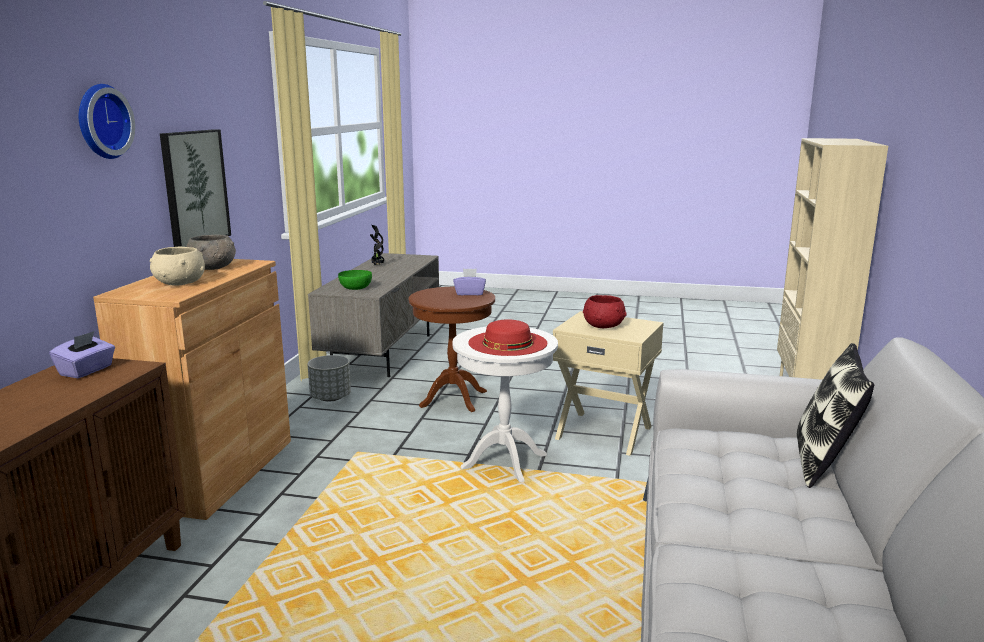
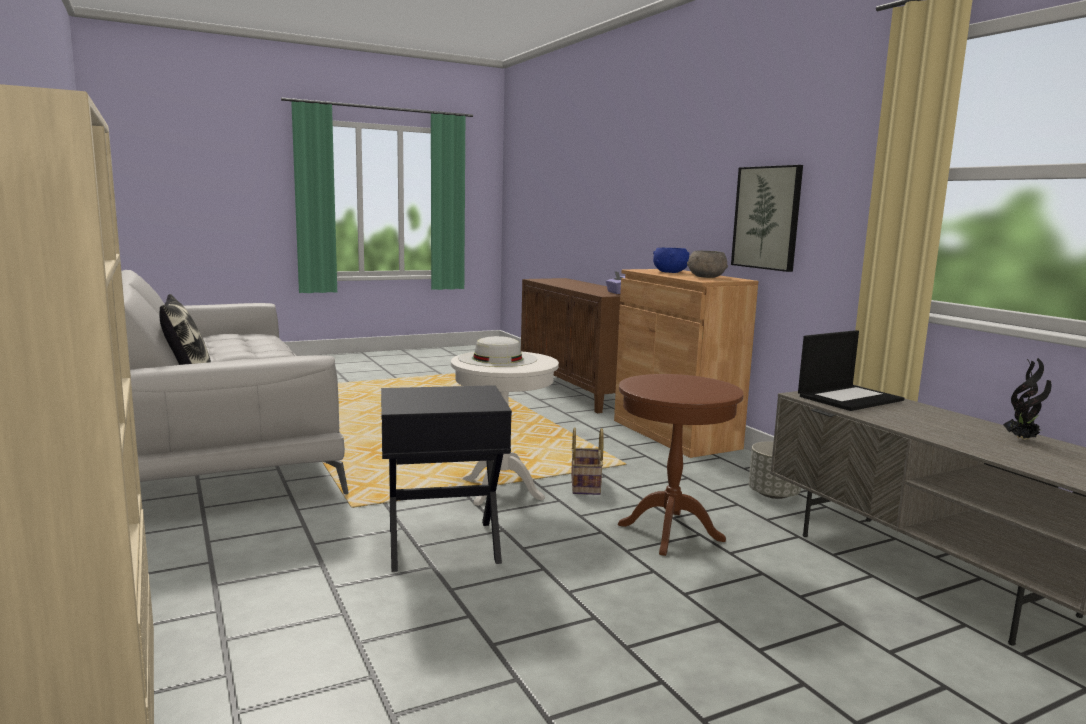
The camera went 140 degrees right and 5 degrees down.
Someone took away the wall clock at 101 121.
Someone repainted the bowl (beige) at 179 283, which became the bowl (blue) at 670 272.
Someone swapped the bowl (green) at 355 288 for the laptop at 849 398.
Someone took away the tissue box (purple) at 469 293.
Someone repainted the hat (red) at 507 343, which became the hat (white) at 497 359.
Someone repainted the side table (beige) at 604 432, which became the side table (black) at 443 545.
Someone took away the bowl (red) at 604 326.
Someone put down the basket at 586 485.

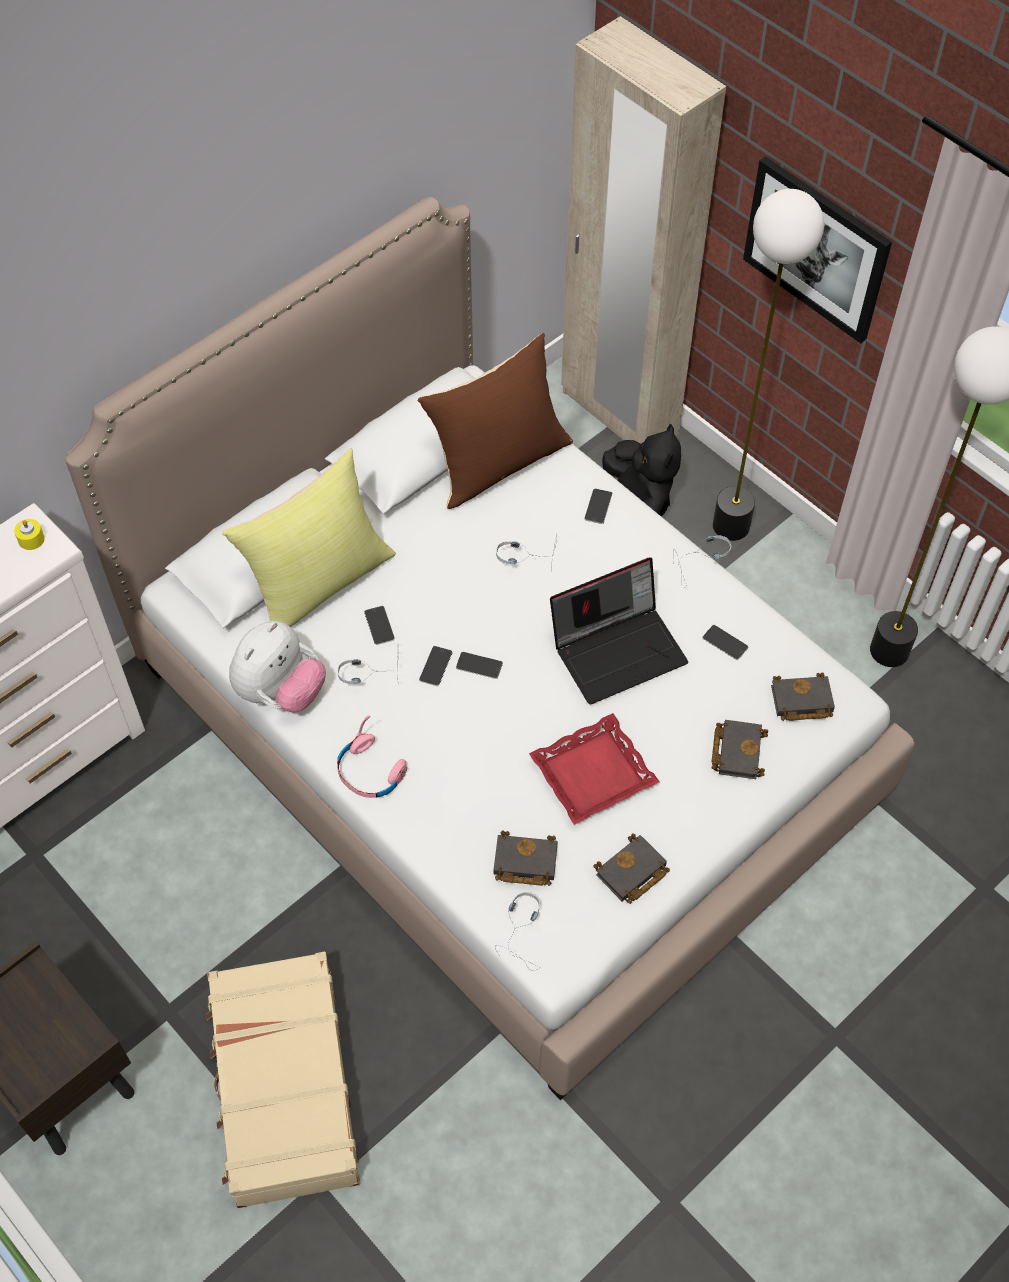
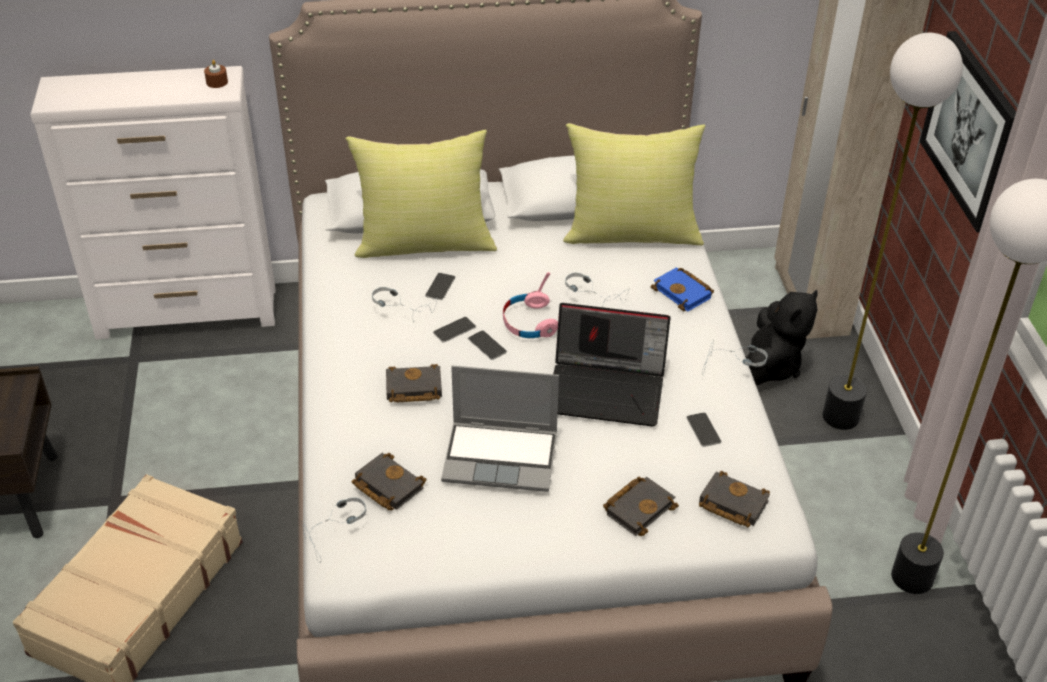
The camera went 35 degrees right and 15 degrees down.
Someone repainted the candle (yellow) at 31 539, which became the candle (brown) at 217 82.
Someone took away the plush toy at 280 691.
Someone carried the headphones (pink) from 370 772 to 529 323.
Someone repainted the pillow (brown) at 499 462, which became the pillow (yellow) at 632 232.
Someone swapped the tray (red) at 593 773 for the laptop at 502 457.
Someone swapped the phone at 598 506 for the book (blue) at 684 293.
Someone carried the book (black) from 631 874 to 412 389.

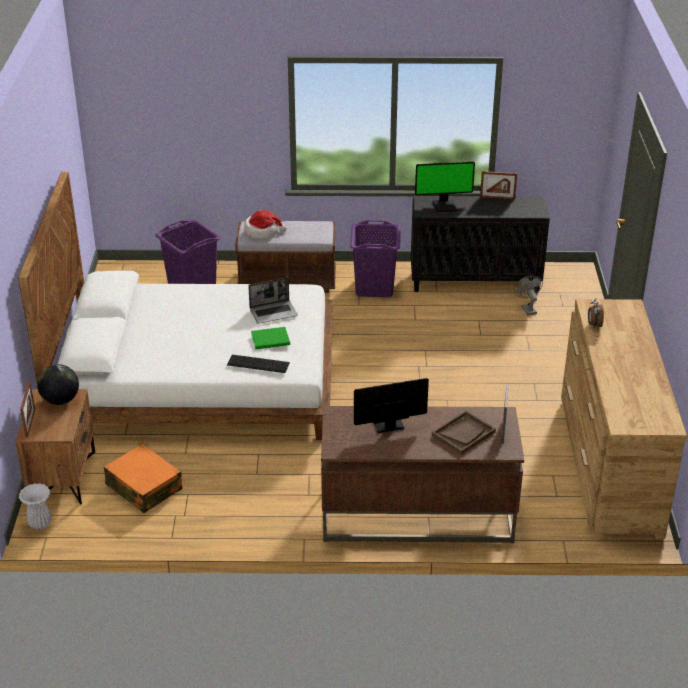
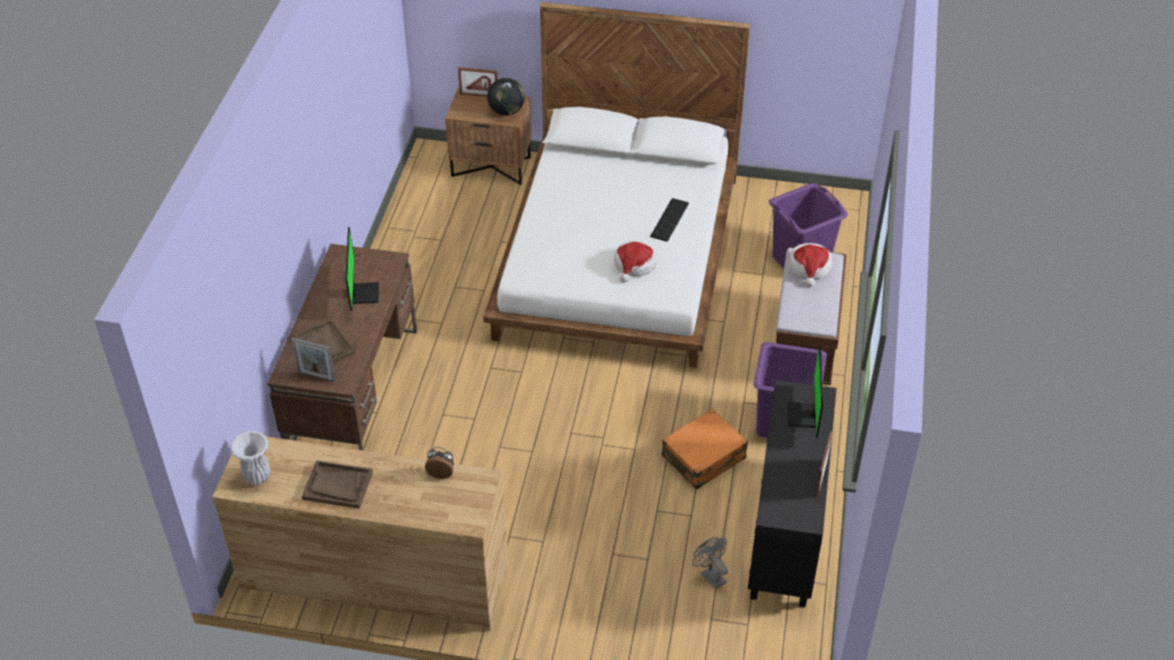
The camera went 100 degrees right and 10 degrees up.
Someone carried the vase (white) from 40 524 to 256 476.
Someone carried the suitcase (orange) from 144 487 to 704 457.
Someone carried the keyboard from 258 363 to 671 219.
Someone swapped the laptop at 274 312 for the hat at 634 265.
Someone took away the book (green) at 271 340.
Someone rotated the fan (grey) at 527 308 by 120 degrees counterclockwise.
Someone put down the tray (brown) at 337 486.

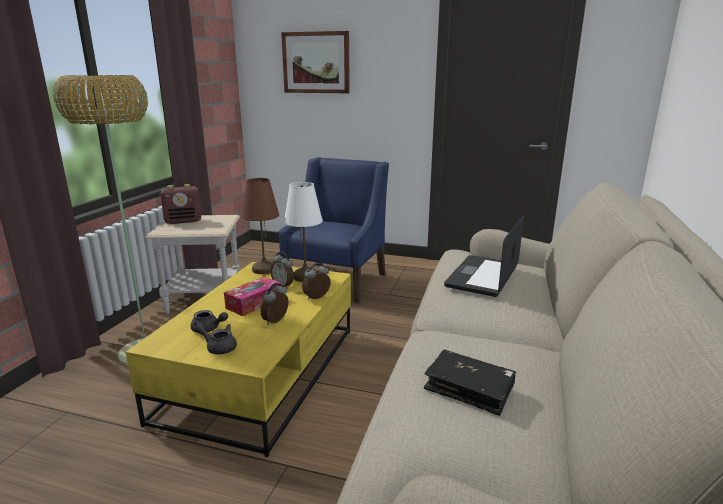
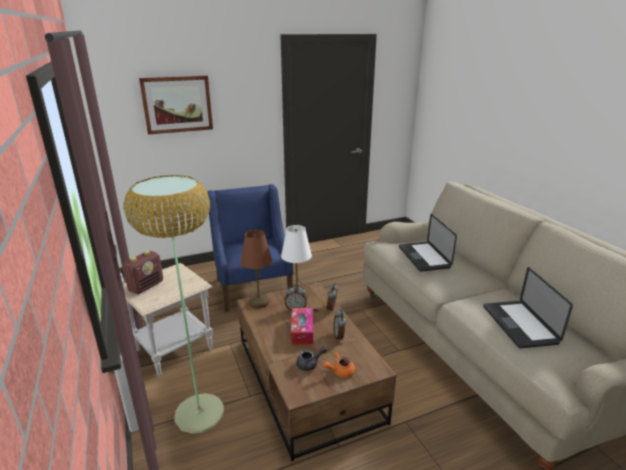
The camera went 40 degrees left and 5 degrees up.
Someone repainted the coffee table (yellow) at 261 373, which became the coffee table (brown) at 308 380.
Someone repainted the teapot (grey) at 218 347, which became the teapot (orange) at 340 371.
Someone swapped the book (black) at 469 389 for the laptop at 519 324.

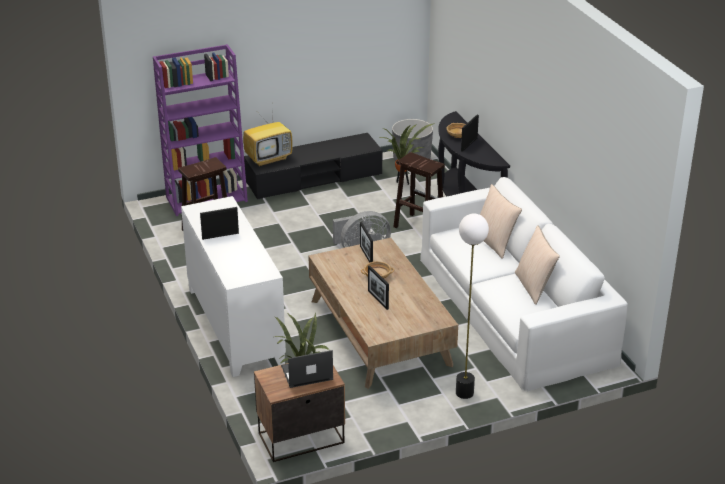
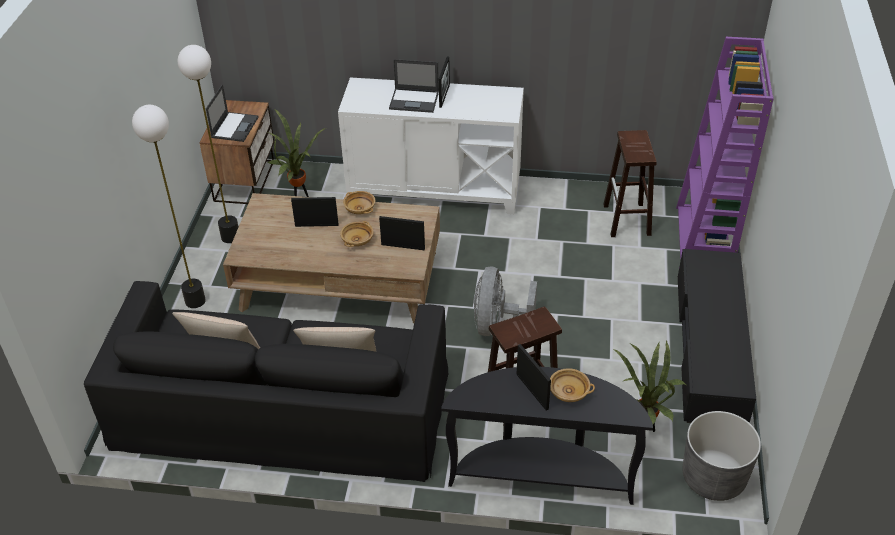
The camera went 120 degrees right and 10 degrees up.
Someone took away the television at 269 158.
Someone repainted the sofa (white) at 515 309, which became the sofa (black) at 281 409.
Someone put down the floor lamp at 230 236.
Someone put down the bowl (beige) at 360 209.
Someone put down the laptop at 415 100.

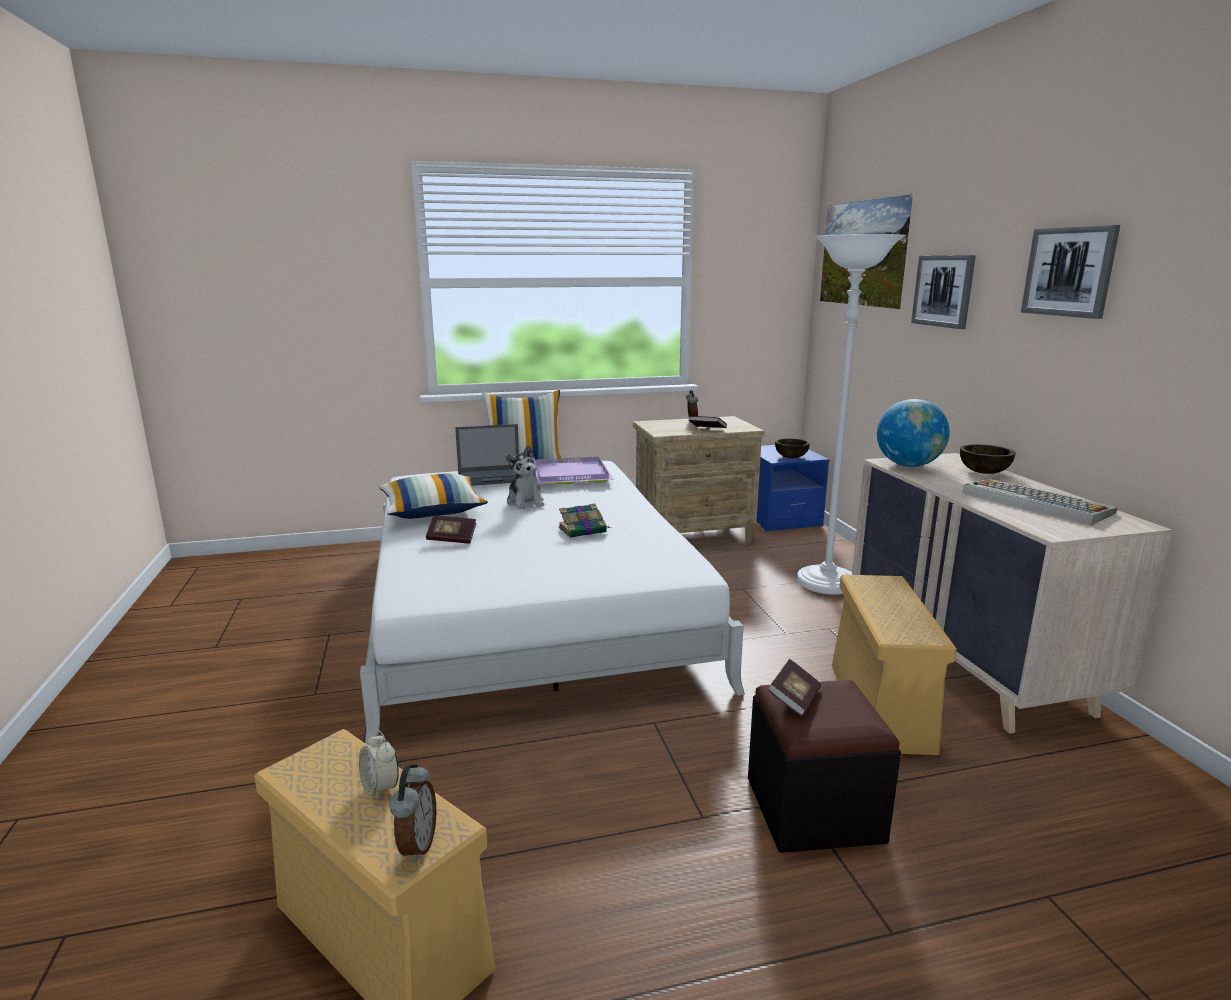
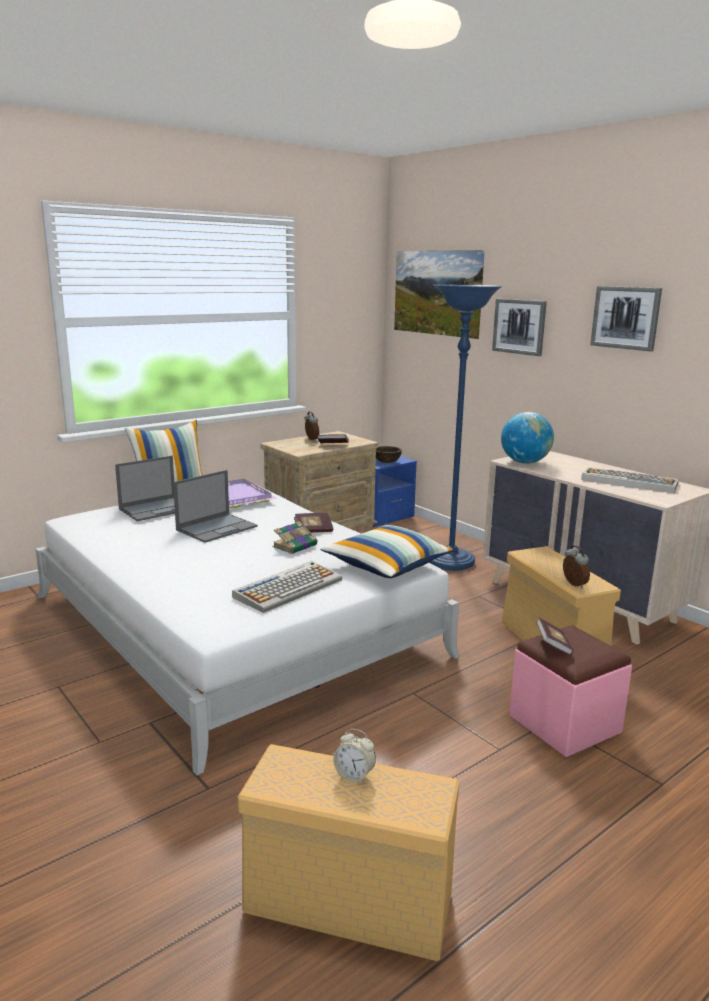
The camera went 25 degrees left and 0 degrees up.
Someone carried the pillow from 433 511 to 386 566.
Someone carried the alarm clock from 416 845 to 573 585.
Someone carried the book from 452 539 to 313 530.
Someone swapped the plush toy at 525 502 for the laptop at 217 528.
Someone repainted the ottoman (black) at 814 810, which became the ottoman (pink) at 564 724.
Someone repainted the floor lamp (white) at 826 583, which became the floor lamp (blue) at 451 562.
Someone took away the bowl (brown) at 984 472.
Someone put down the keyboard at 289 588.

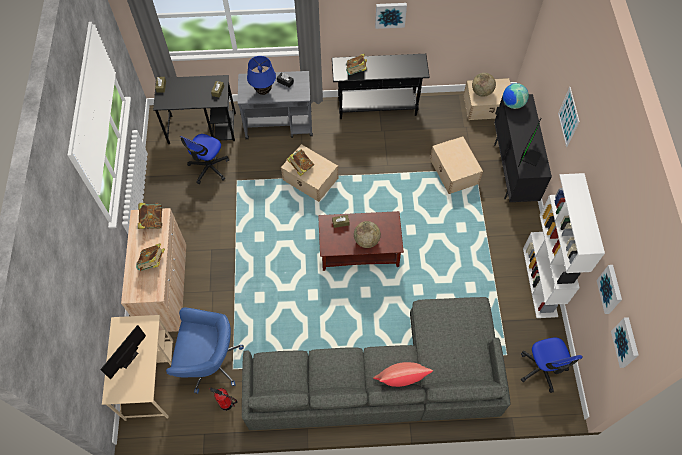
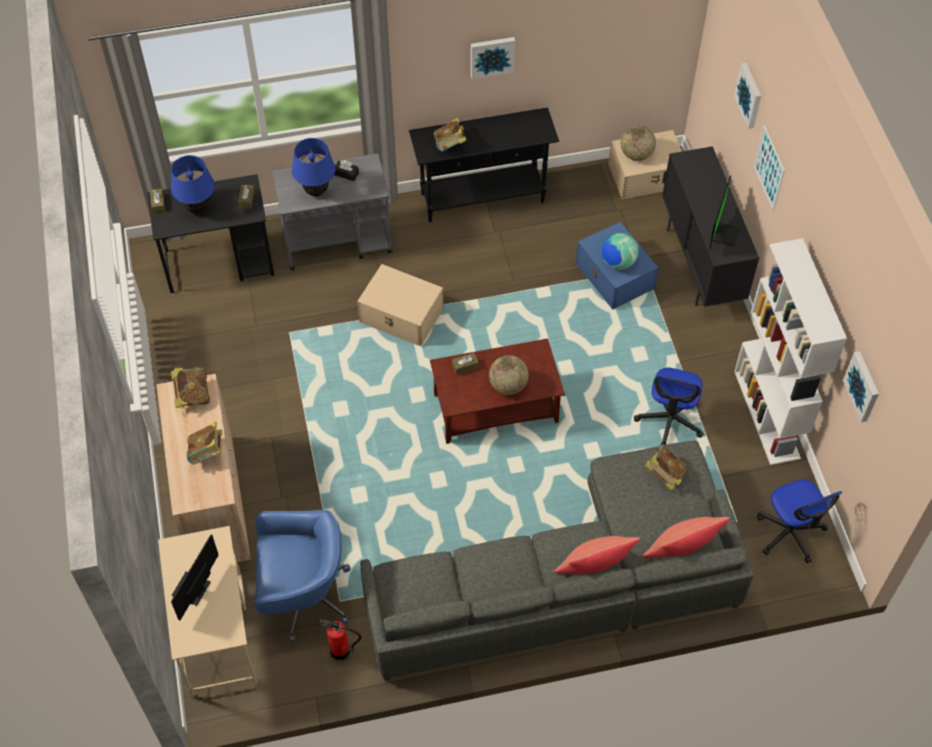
The camera went 10 degrees left and 5 degrees down.
Someone carried the office chair from 209 168 to 669 420.
Someone carried the book from 301 167 to 664 474.
Someone repainted the storage box (beige) at 454 172, which became the storage box (blue) at 614 277.
Someone carried the globe from 512 104 to 618 262.
Someone carried the picture from 626 342 to 750 95.
Someone put down the table lamp (blue) at 197 208.
Someone put down the pillow (red) at 681 551.

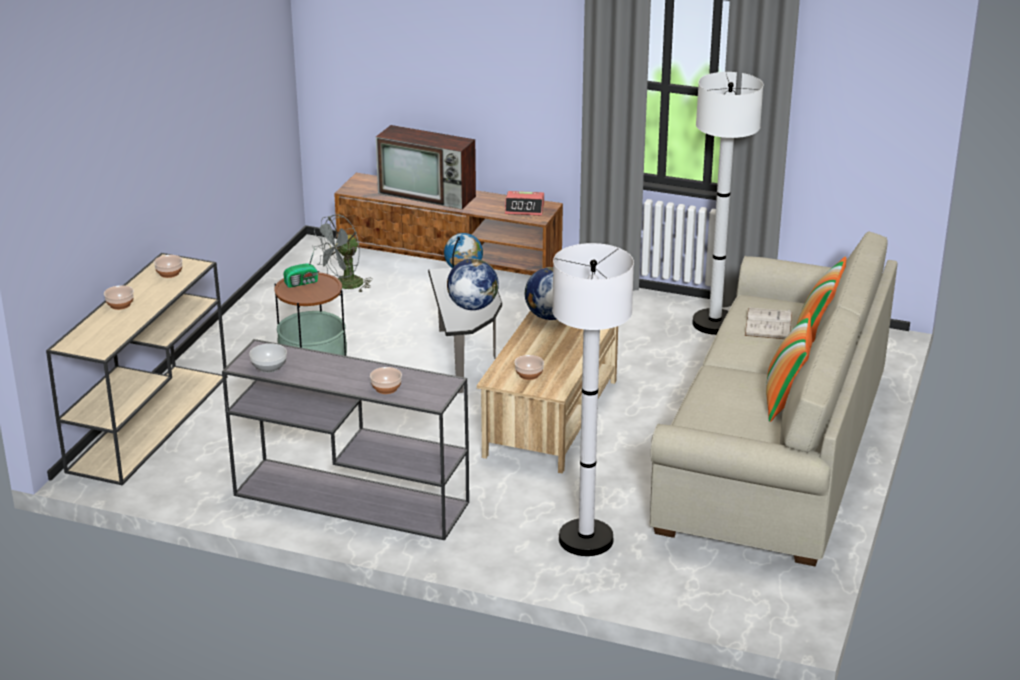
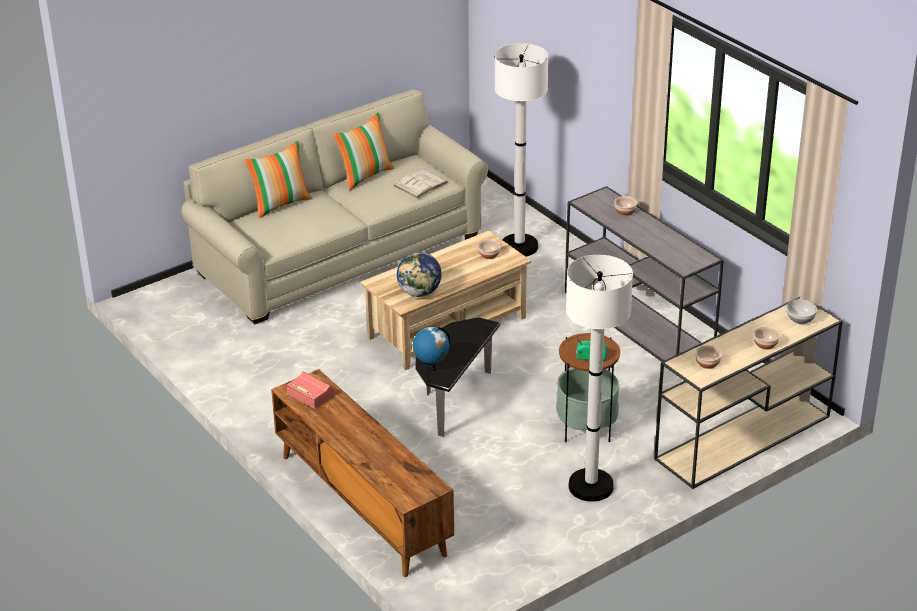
The camera went 145 degrees left and 5 degrees up.
Someone carried the bowl from 269 367 to 800 319.
Someone took away the fan (grey) at 344 285.
Someone took away the television at 428 195.
Someone took away the globe at 472 307.
Someone carried the floor lamp (white) from 714 323 to 591 486.
Someone carried the book (white) from 768 324 to 420 184.

